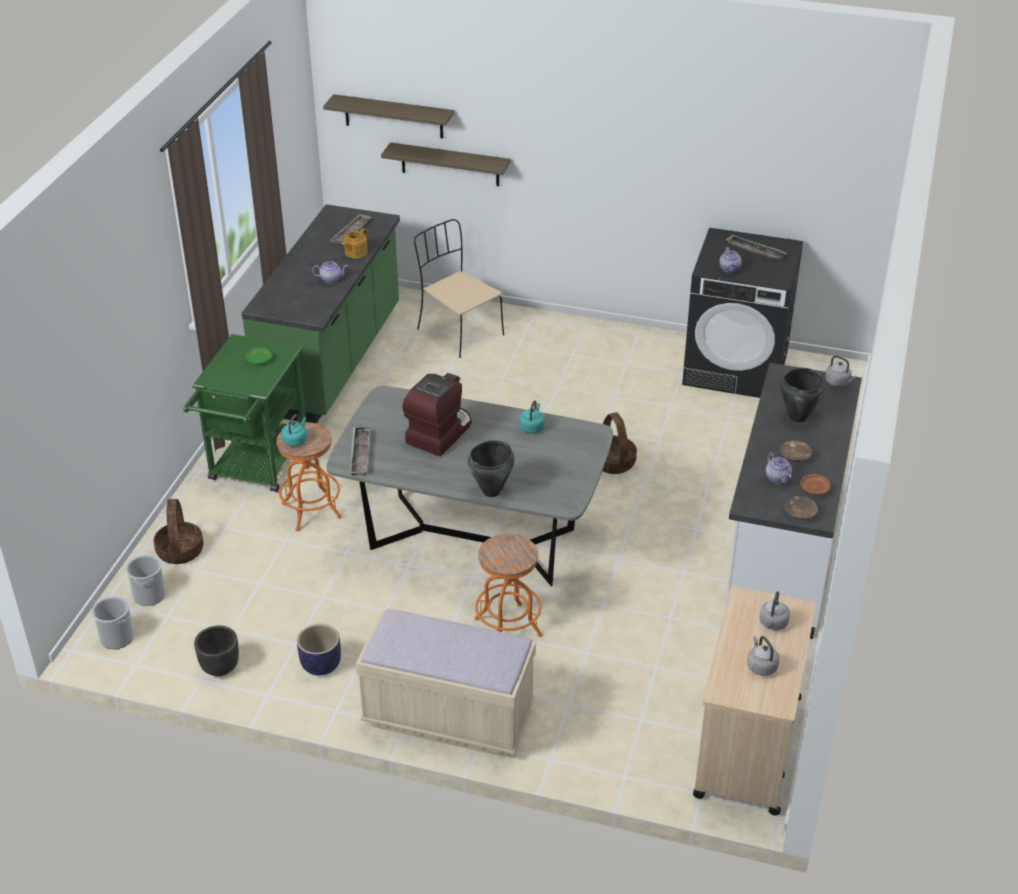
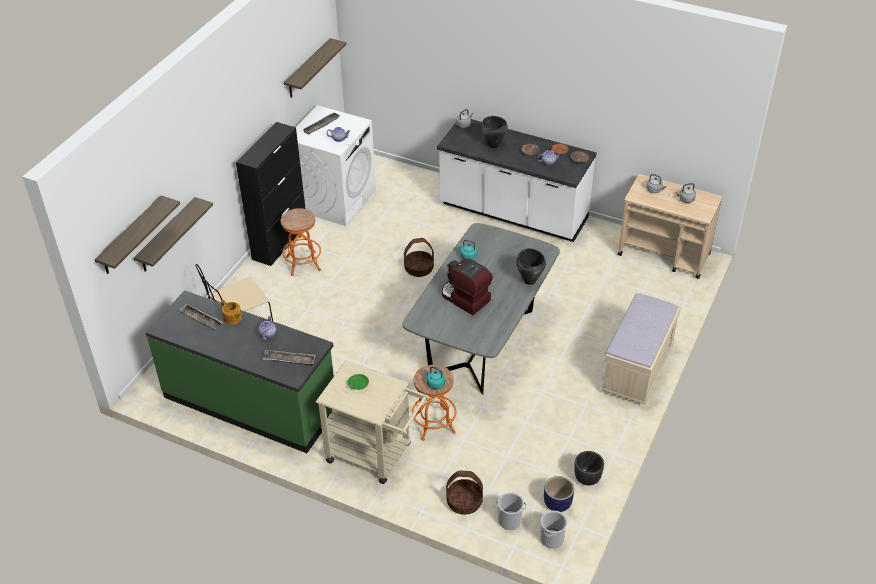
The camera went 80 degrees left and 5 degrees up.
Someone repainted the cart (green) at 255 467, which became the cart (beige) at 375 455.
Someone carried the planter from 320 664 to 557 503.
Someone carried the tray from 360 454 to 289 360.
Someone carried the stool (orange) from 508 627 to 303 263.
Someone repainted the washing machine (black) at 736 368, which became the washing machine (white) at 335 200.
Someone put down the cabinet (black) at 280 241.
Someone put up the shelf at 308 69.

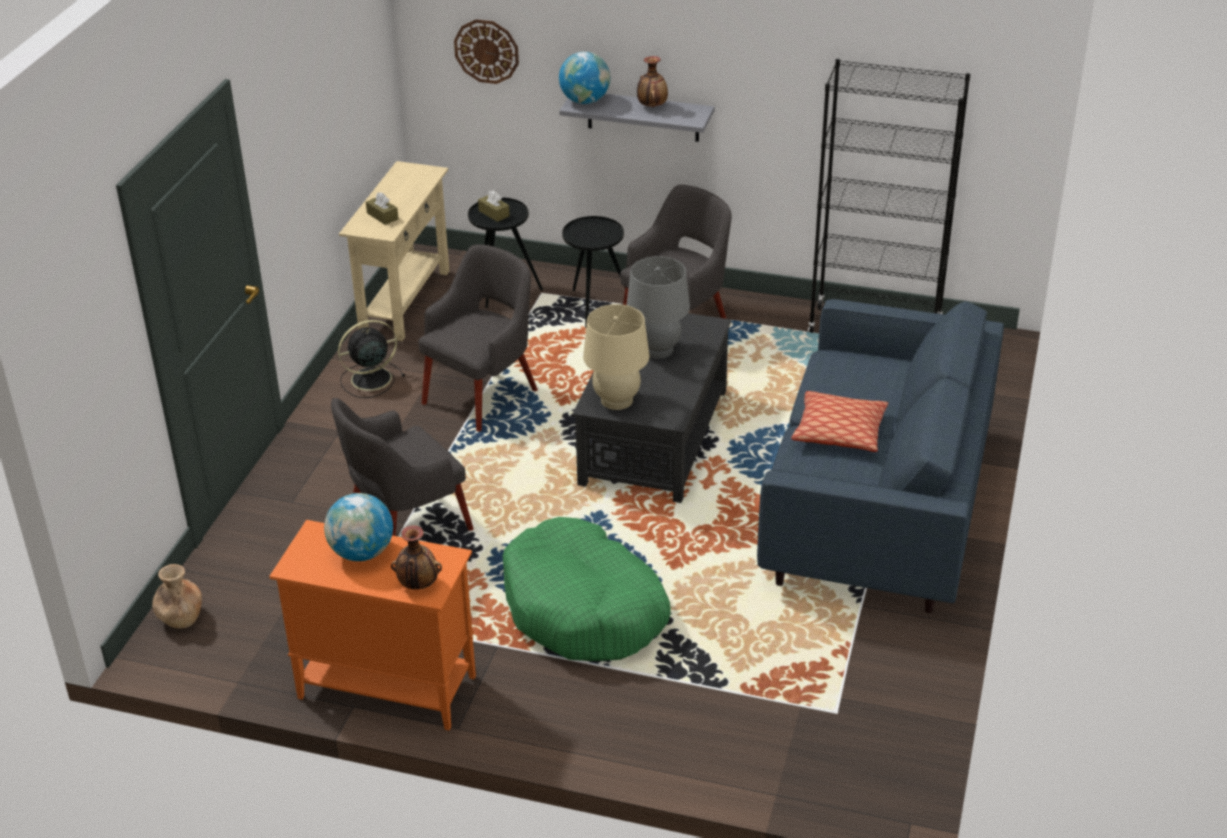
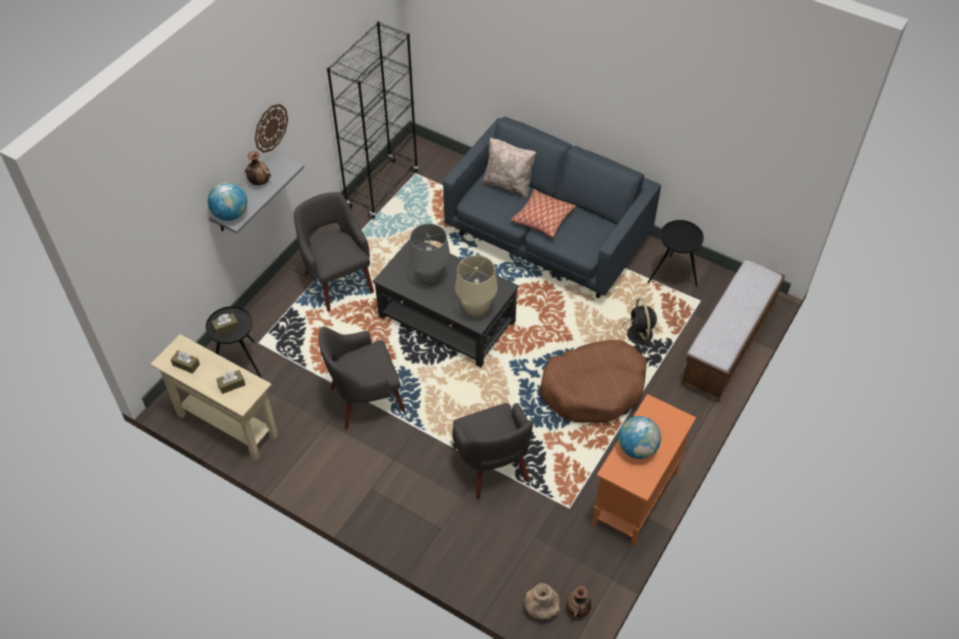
The camera went 75 degrees left and 15 degrees up.
Someone carried the fan (black) from 369 379 to 640 336.
Someone carried the vase from 418 585 to 578 609.
Someone rotated the armchair (grey) at 482 395 by 75 degrees counterclockwise.
Someone carried the wall clock from 486 51 to 270 128.
Someone repainted the dog bed (green) at 584 609, which became the dog bed (brown) at 593 388.
Someone carried the side table (black) from 594 308 to 673 277.
Someone put down the tissue box (brown) at 186 365.
Someone put down the pillow (beige) at 508 184.
Someone put down the bench at 728 345.

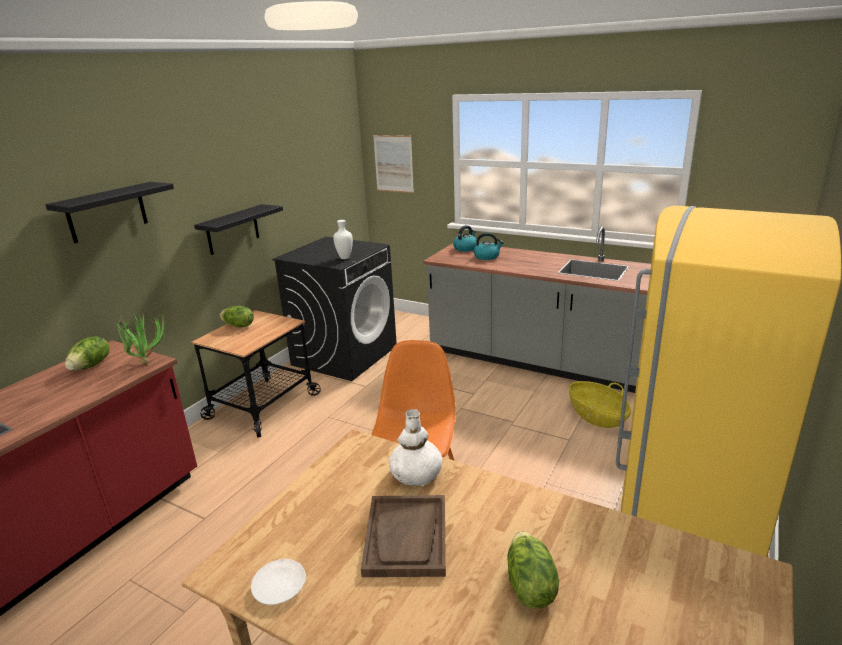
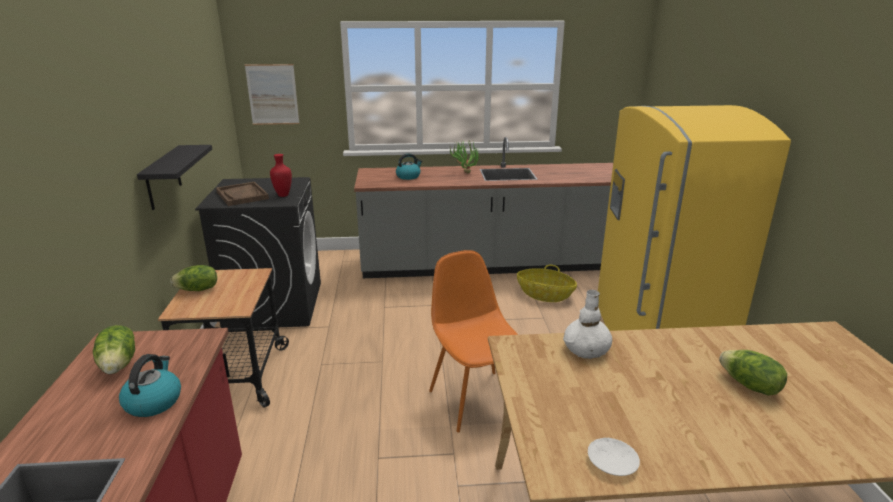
The camera went 35 degrees left and 0 degrees up.
Someone took away the shelf (black) at 107 212.
Someone carried the potted plant from 146 361 to 464 172.
Someone repainted the vase (white) at 344 258, which became the vase (red) at 283 195.
Someone carried the tray (brown) from 406 537 to 242 195.
Someone carried the kettle from 465 248 to 153 401.

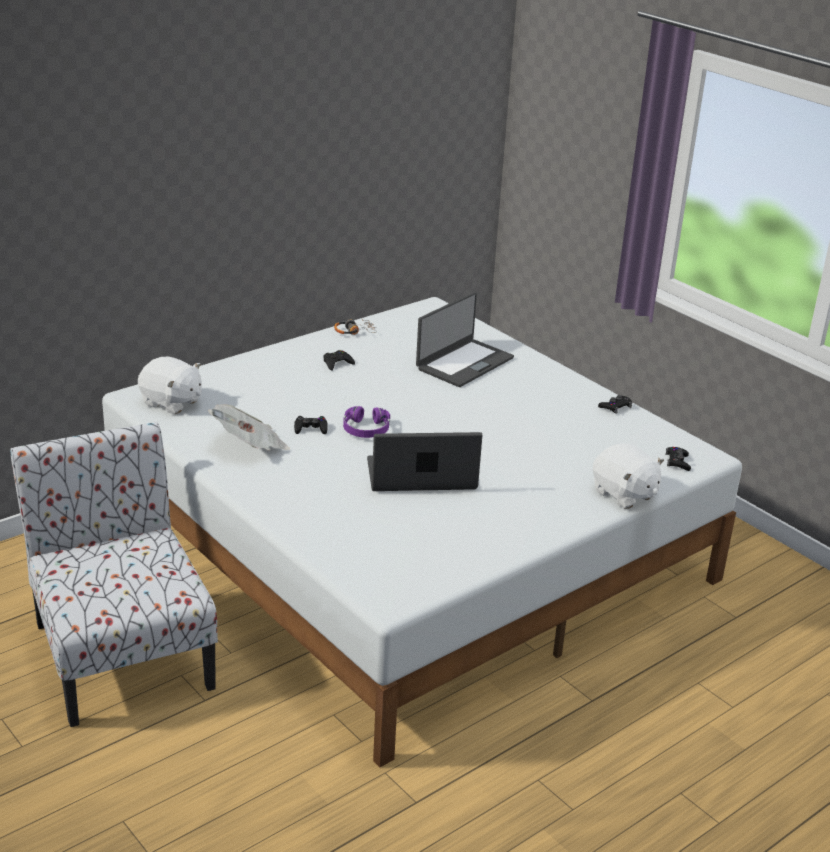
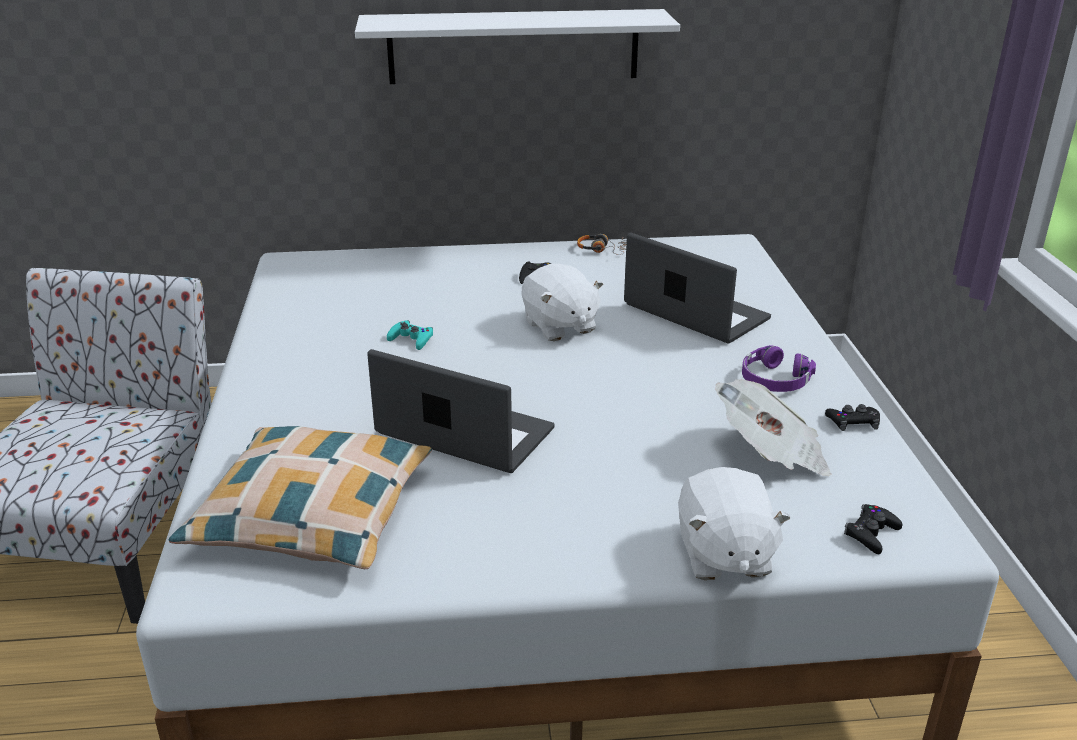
The camera went 35 degrees right and 0 degrees up.
Someone carried the plush toy (white) from 171 402 to 559 326.
Someone carried the newspaper from 250 446 to 771 454.
Someone repainted the game controller (black) at 310 428, which became the game controller (turquoise) at 411 339.
Someone carried the headphones (purple) from 366 429 to 774 380.
Someone rotated the laptop at 464 363 by 120 degrees counterclockwise.
Someone put down the pillow at 312 514.
Someone put up the shelf (white) at 513 46.

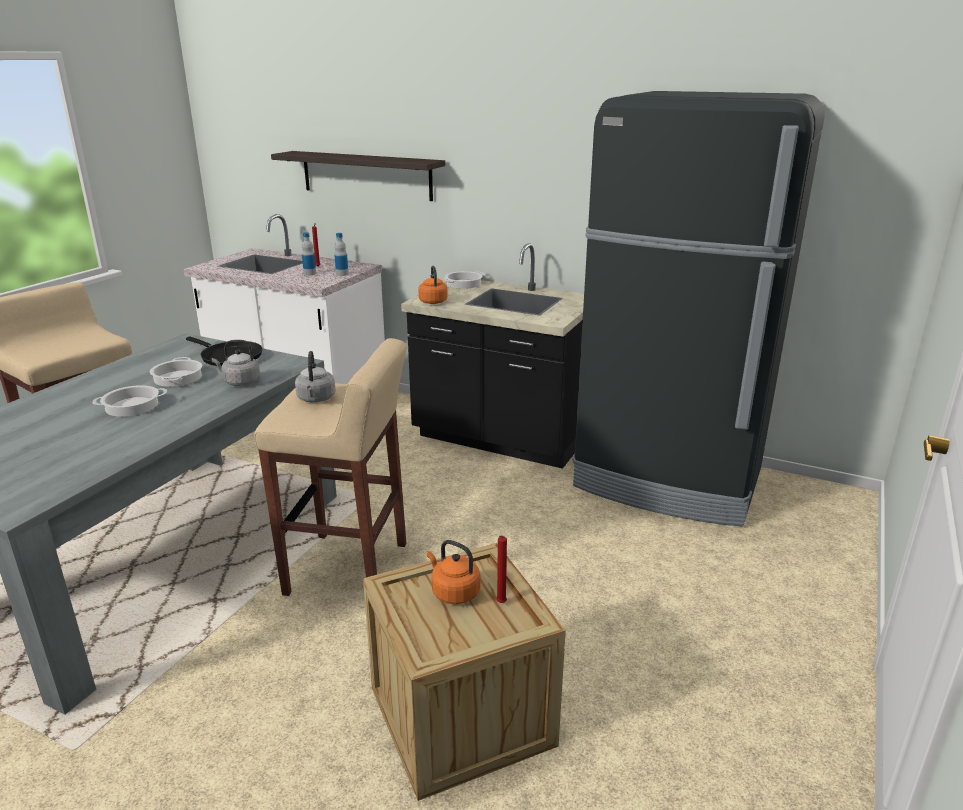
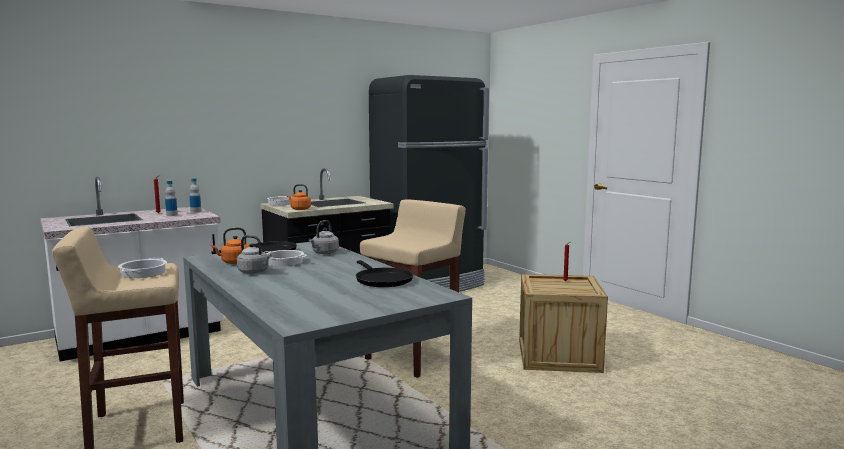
The camera went 60 degrees left and 15 degrees down.
Someone carried the cooking pot from 131 406 to 143 273.
Someone took away the shelf at 366 175.
Someone carried the kettle (grey) from 316 399 to 254 272.
Someone carried the kettle (orange) from 453 592 to 234 262.
Someone put down the frying pan (black) at 382 280.

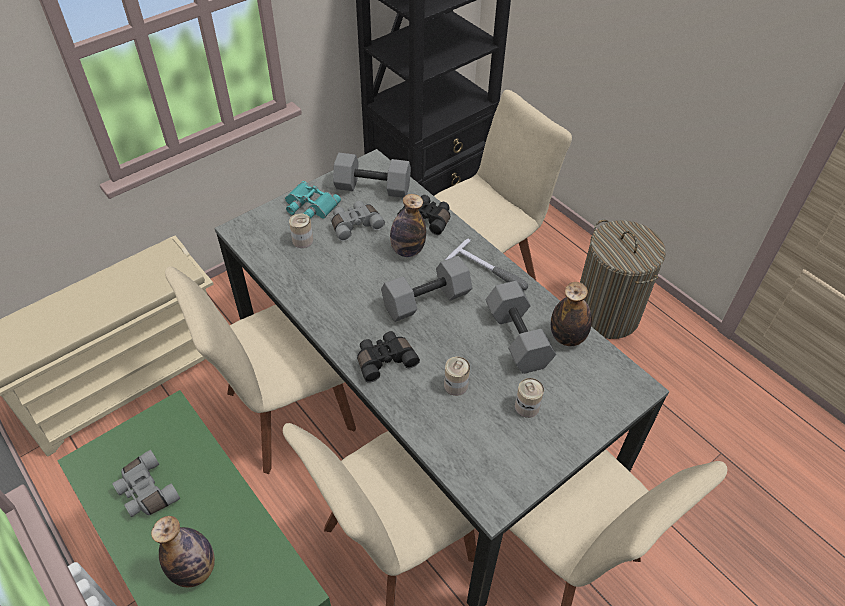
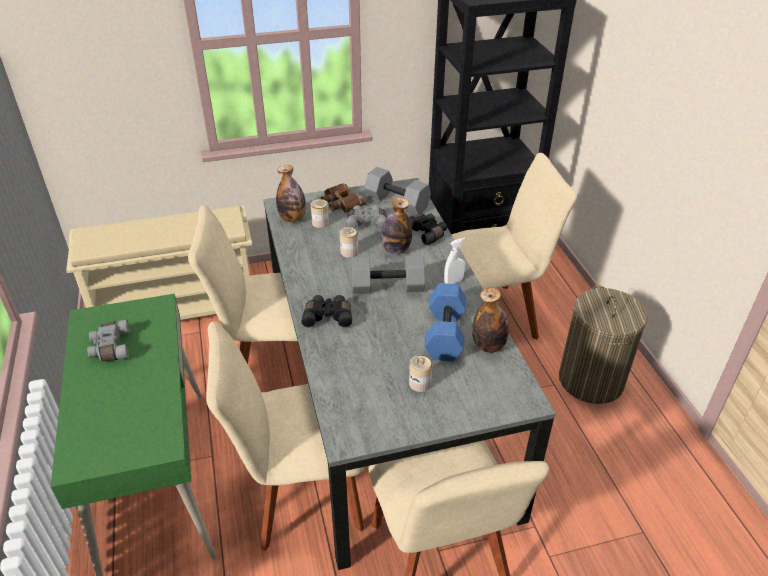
The camera went 25 degrees right and 10 degrees down.
Someone carried the bottle from 195 569 to 292 218.
Someone repainted the binoculars (turquoise) at 309 206, which became the binoculars (brown) at 340 202.
Someone carried the can from 455 385 to 349 252.
Someone swapped the hammer at 490 271 for the spray bottle (white) at 453 281.
Someone repainted the dumbbell (grey) at 515 337, which became the dumbbell (blue) at 443 333.

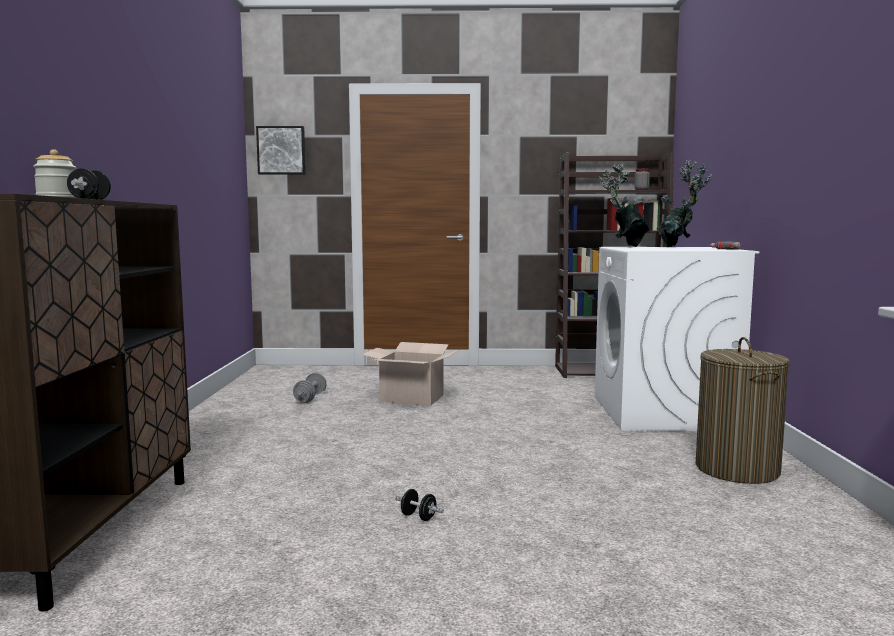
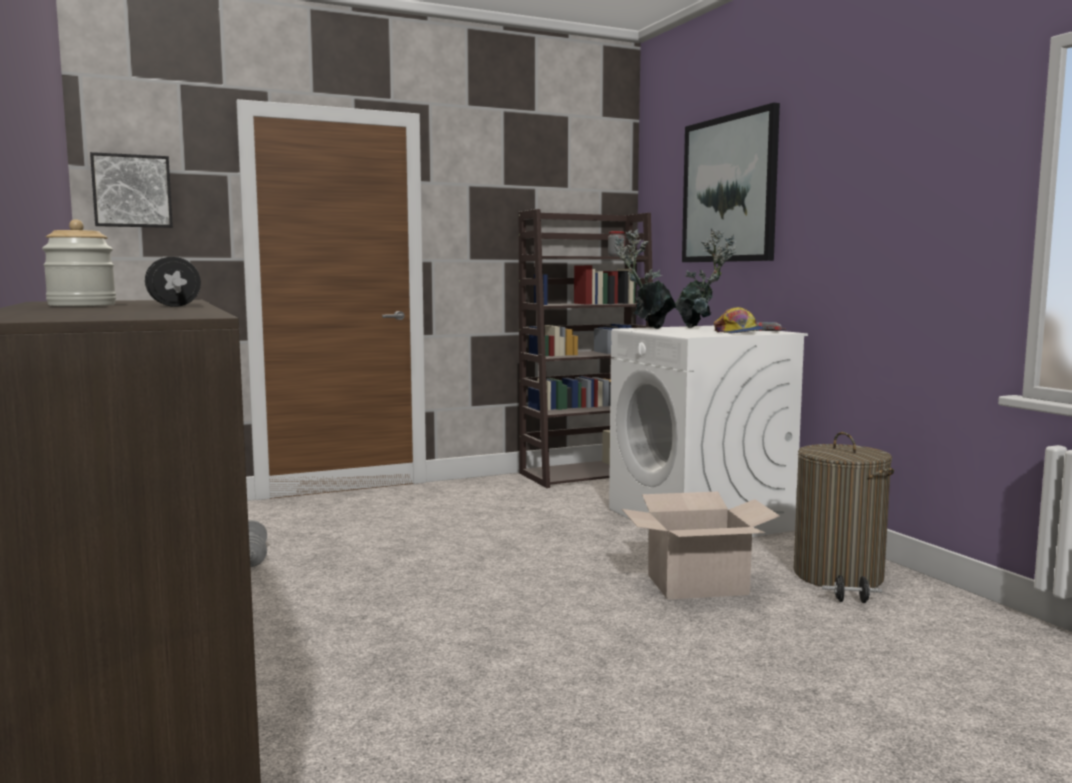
The camera went 25 degrees left and 0 degrees up.
Someone carried the cardboard box from 412 398 to 697 584.
Someone carried the dumbbell (black) from 418 517 to 851 601.
Someone put up the picture at 729 189.
Someone put down the cap at 738 332.

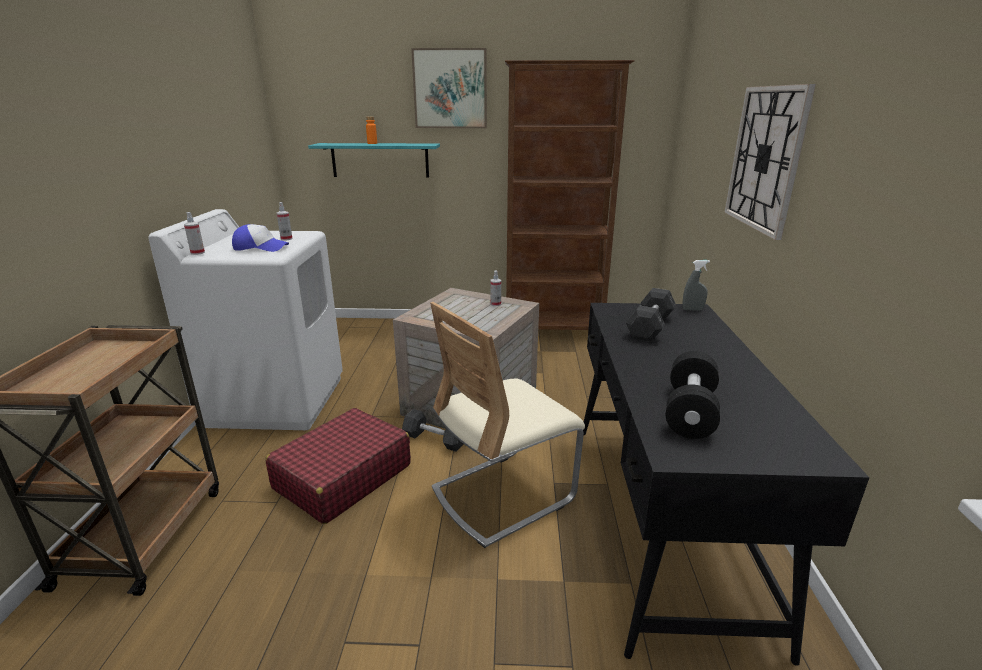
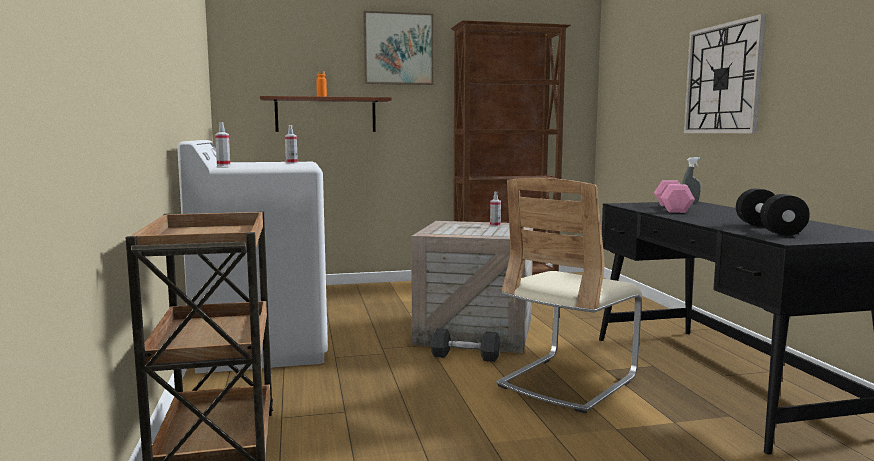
The camera went 15 degrees left and 15 degrees down.
Someone took away the cap at 260 248.
Someone took away the suitcase (red) at 342 477.
Someone repainted the shelf (turquoise) at 380 160, which became the shelf (brown) at 325 115.
Someone repainted the dumbbell (grey) at 650 327, which became the dumbbell (pink) at 672 208.

